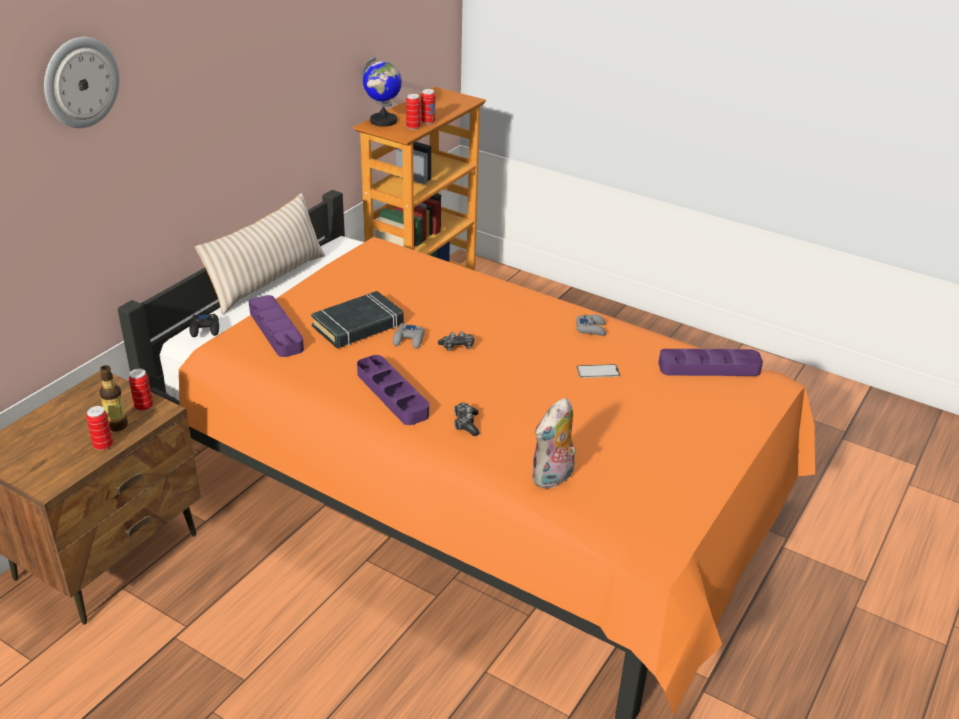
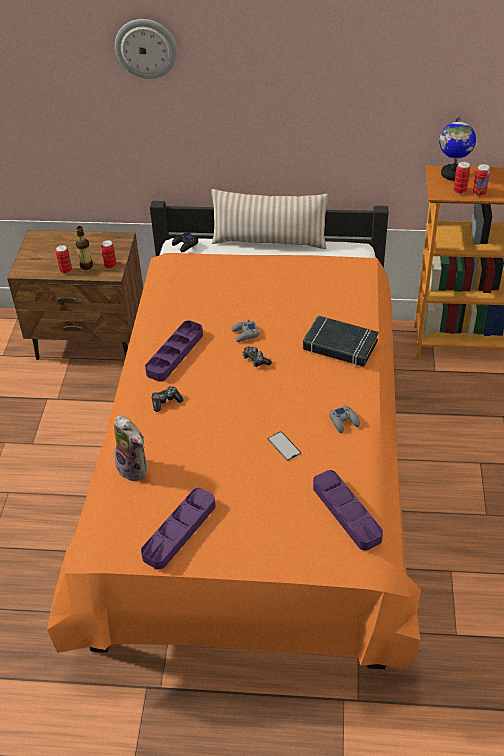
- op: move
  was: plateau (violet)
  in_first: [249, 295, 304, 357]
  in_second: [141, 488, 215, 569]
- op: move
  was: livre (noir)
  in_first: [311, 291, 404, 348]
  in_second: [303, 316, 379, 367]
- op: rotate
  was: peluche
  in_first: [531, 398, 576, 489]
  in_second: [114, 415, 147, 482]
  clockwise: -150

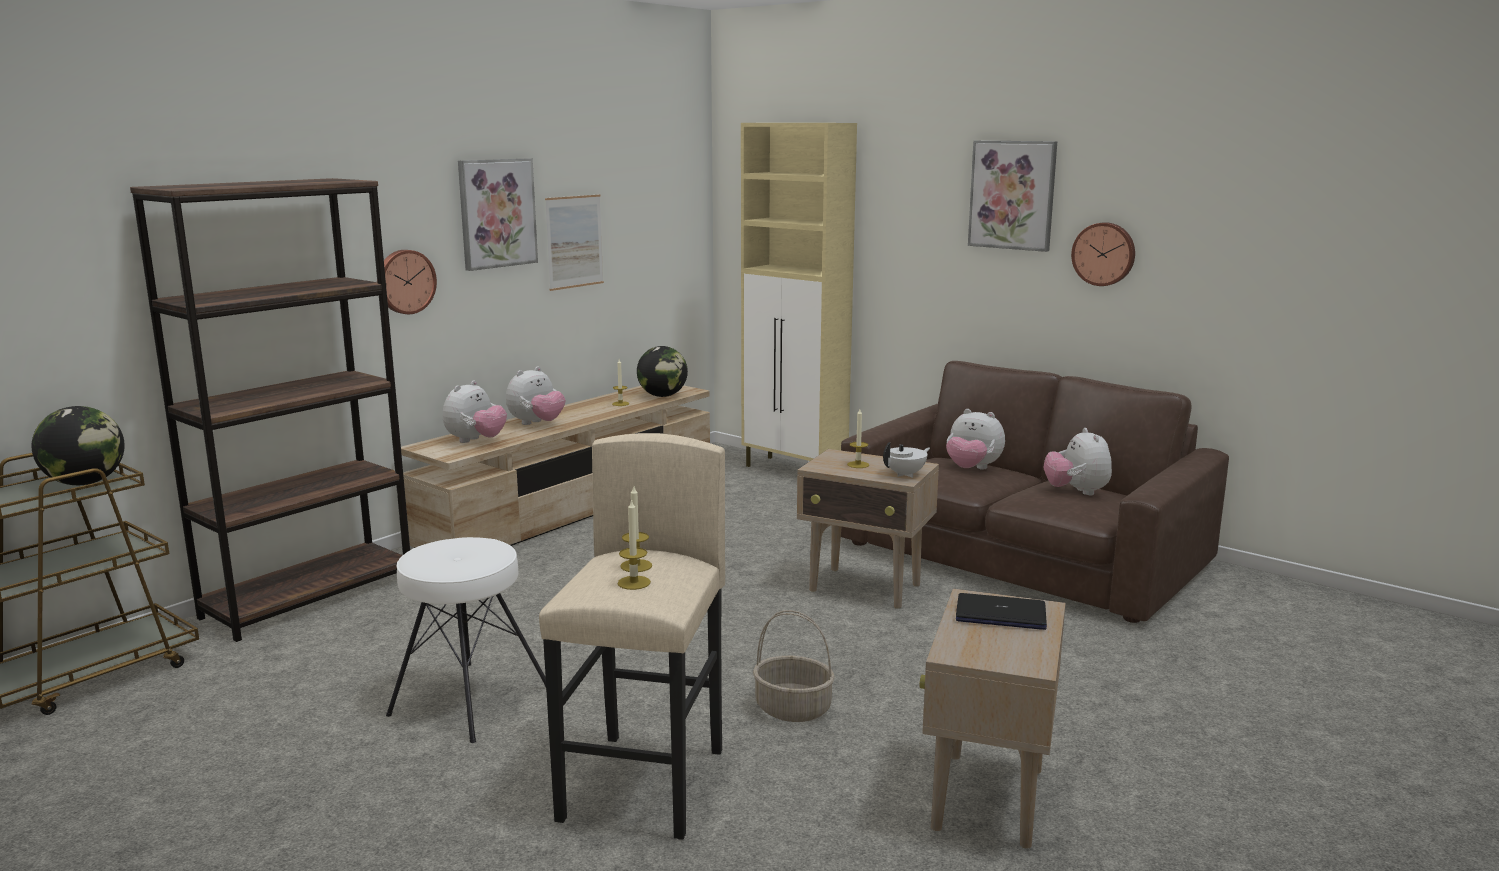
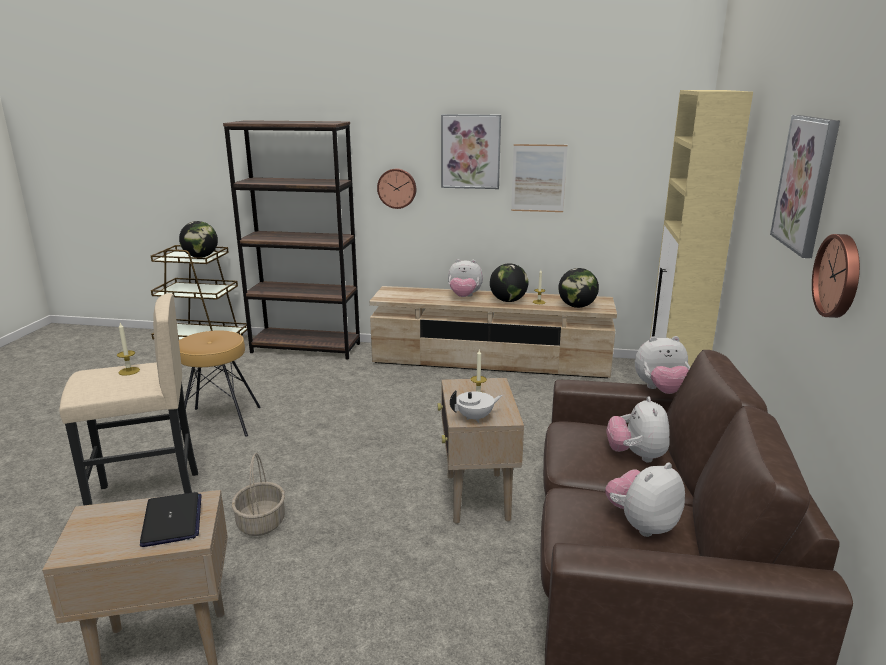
- op: recolor
  was: tabouret (blanc)
  now: tabouret (marron)
  in_first: [386, 537, 546, 743]
  in_second: [179, 330, 261, 437]
- op: move
  was: peluche
  in_first: [443, 381, 507, 443]
  in_second: [635, 336, 690, 394]
- op: delete
  was: bougie
  in_first: [617, 499, 651, 590]
- op: rotate
  was: théière (blanc)
  in_first: [883, 442, 930, 478]
  in_second: [450, 391, 503, 423]
  clockwise: -45
- op: insert
  now: globe
  in_second: [490, 263, 528, 302]

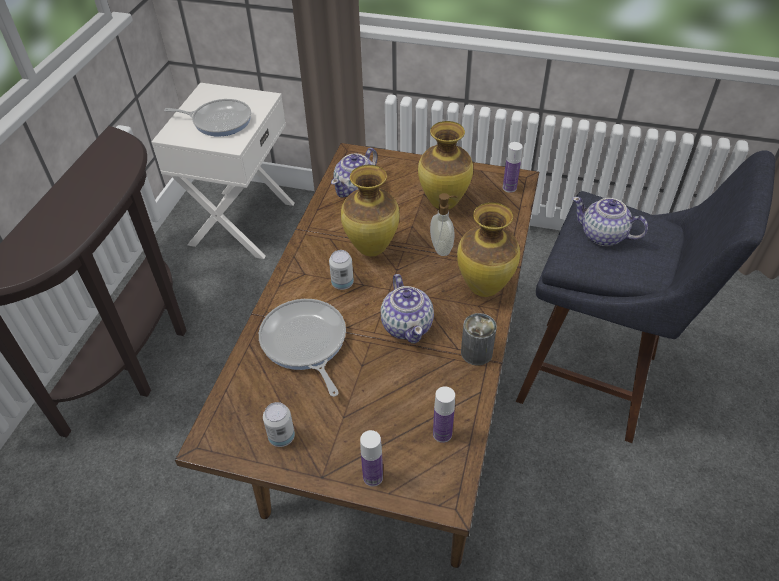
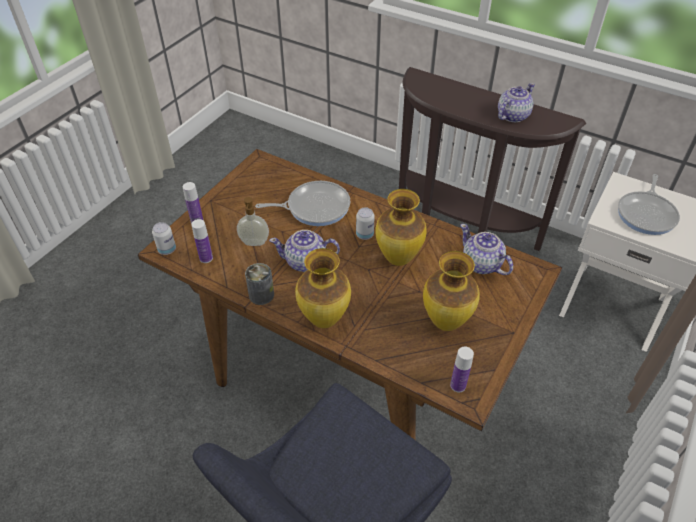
- op: move
  was: boîte métallique
  in_first: [263, 402, 295, 447]
  in_second: [152, 222, 176, 255]
- op: move
  was: distributeur de savon
  in_first: [430, 193, 457, 256]
  in_second: [237, 197, 269, 246]
- op: move
  was: théière
  in_first: [572, 197, 648, 246]
  in_second: [498, 83, 535, 122]

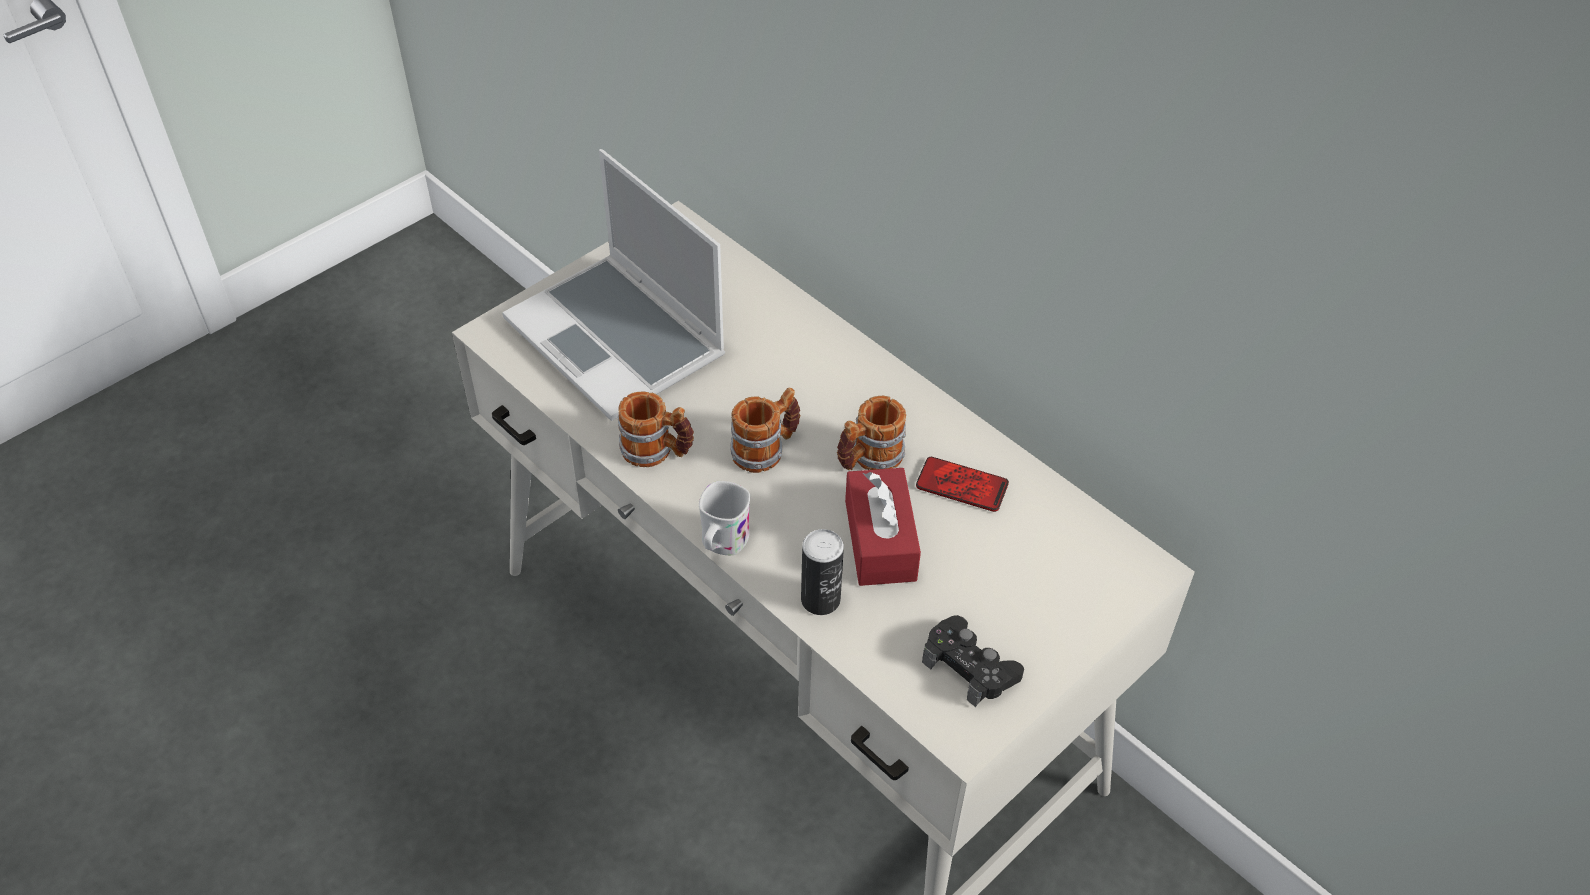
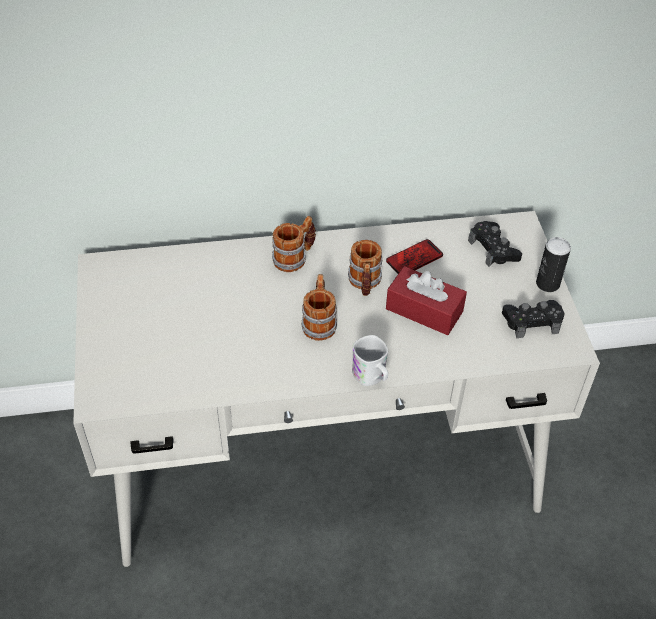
- op: delete
  was: ordinateur portable
  in_first: [502, 149, 725, 421]
- op: move
  was: mug
  in_first: [618, 392, 694, 467]
  in_second: [272, 216, 316, 272]
- op: move
  was: boîte métallique
  in_first: [801, 529, 844, 615]
  in_second: [536, 237, 571, 292]
- op: insert
  now: manette (noir)
  in_second: [468, 221, 522, 267]

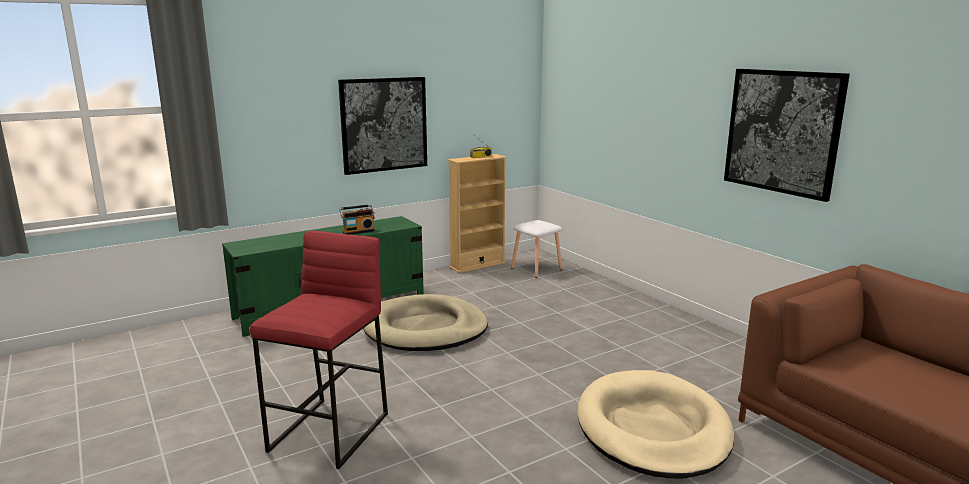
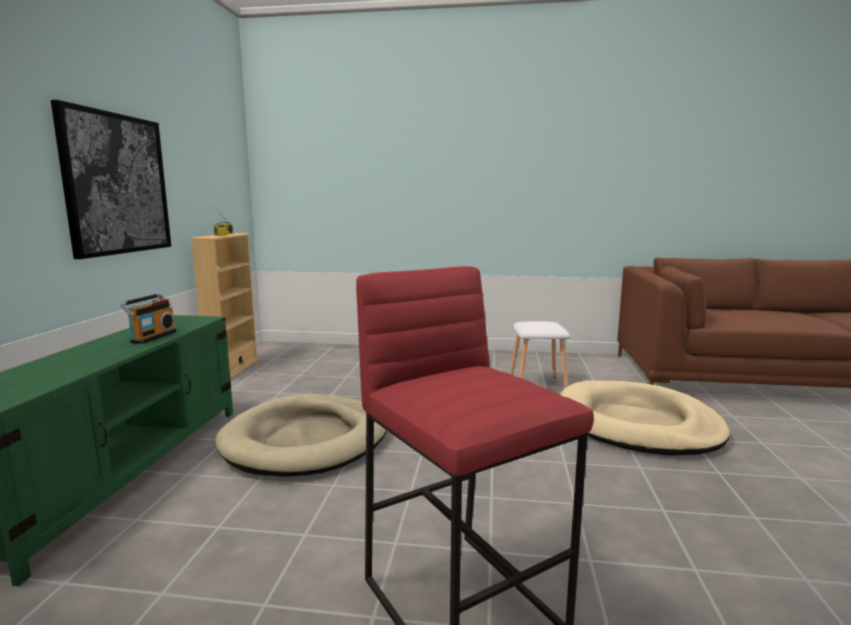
- op: move
  was: tabouret (blanc)
  in_first: [511, 220, 563, 278]
  in_second: [510, 321, 570, 388]
- op: delete
  was: tableau
  in_first: [724, 69, 850, 202]

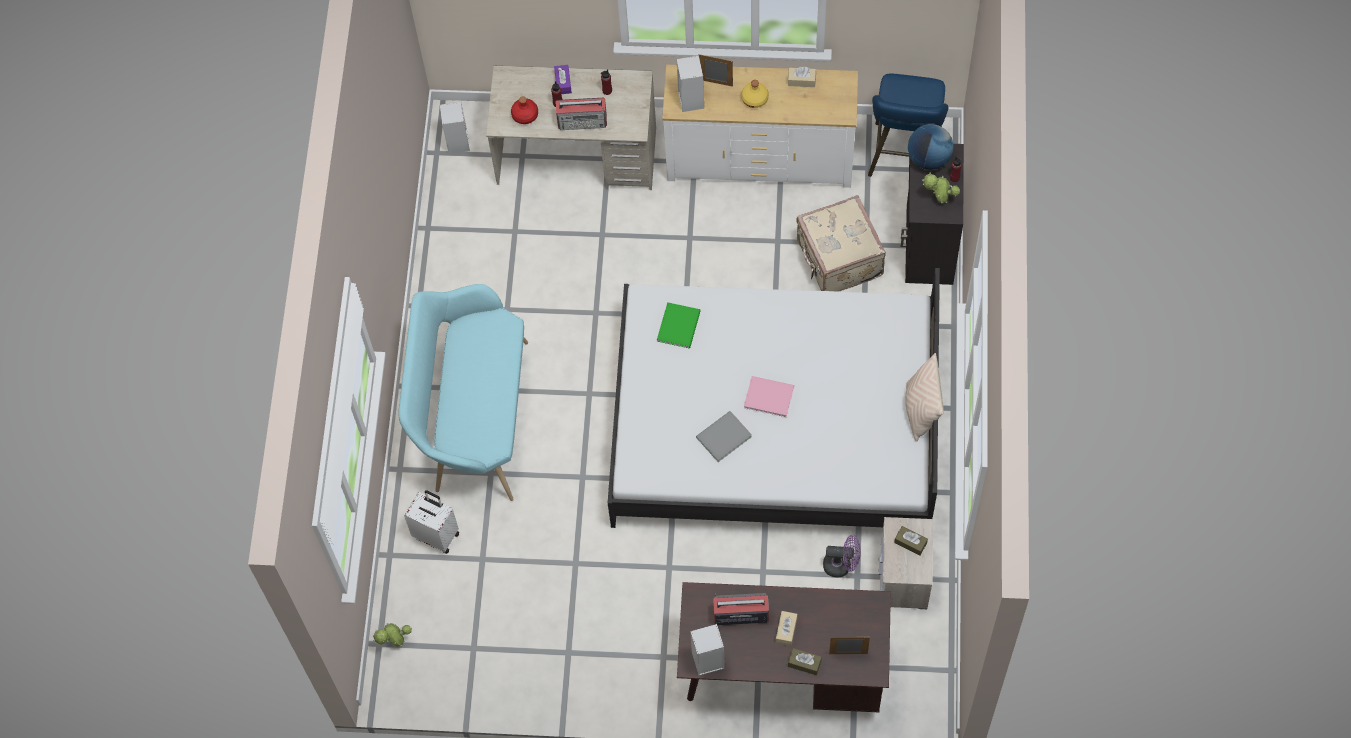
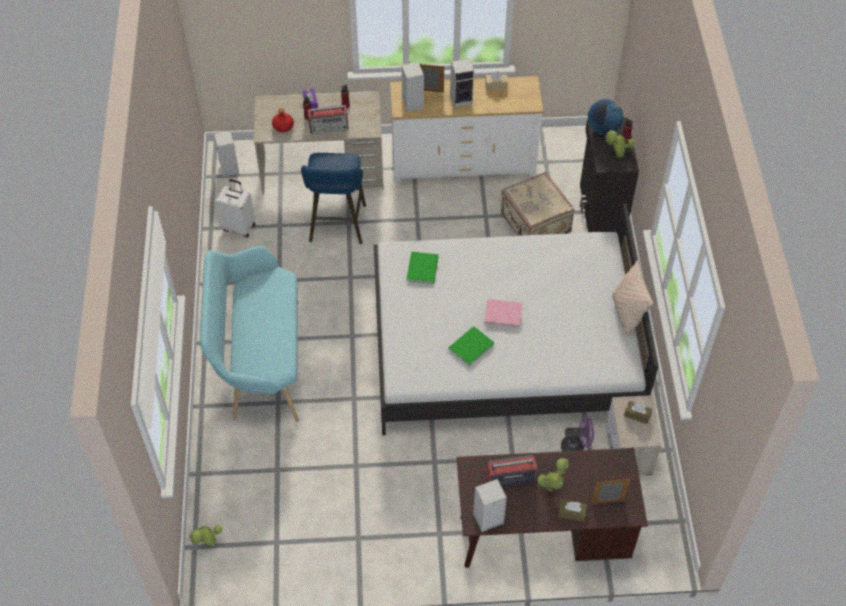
- op: move
  was: valise (blanc)
  in_first: [404, 490, 459, 554]
  in_second: [215, 179, 255, 238]
- op: recolor
  was: livre (gris)
  now: livre (vert)
  in_first: [696, 411, 752, 462]
  in_second: [449, 326, 495, 366]
- op: replace
  was: bouteille (jaune)
  now: enceinte
  in_first: [741, 80, 769, 108]
  in_second: [450, 58, 474, 108]
- op: replace
  was: boîte à mouchoirs (beige)
  now: plante en pot
  in_first: [776, 611, 797, 646]
  in_second: [538, 458, 569, 491]
- op: move
  was: tabouret (bleu)
  in_first: [868, 74, 948, 177]
  in_second: [301, 153, 366, 244]

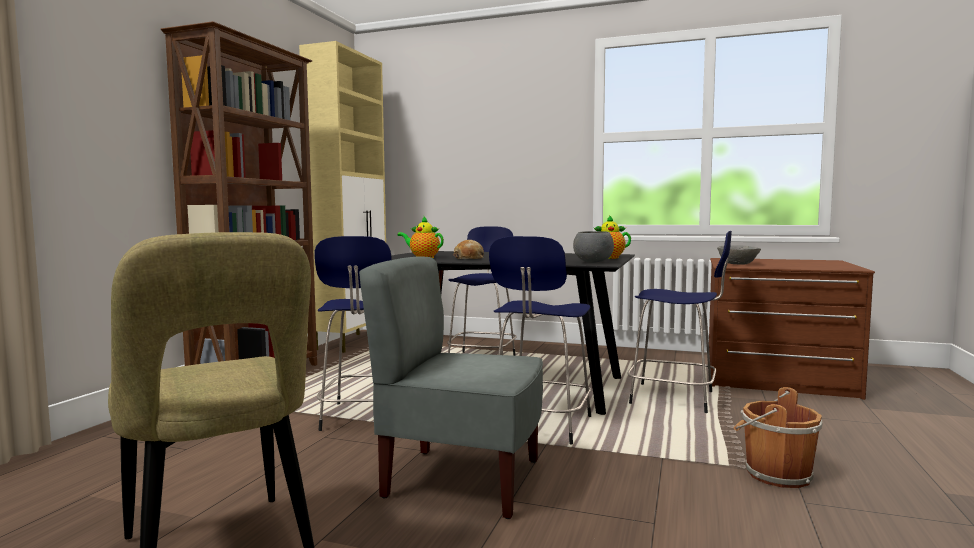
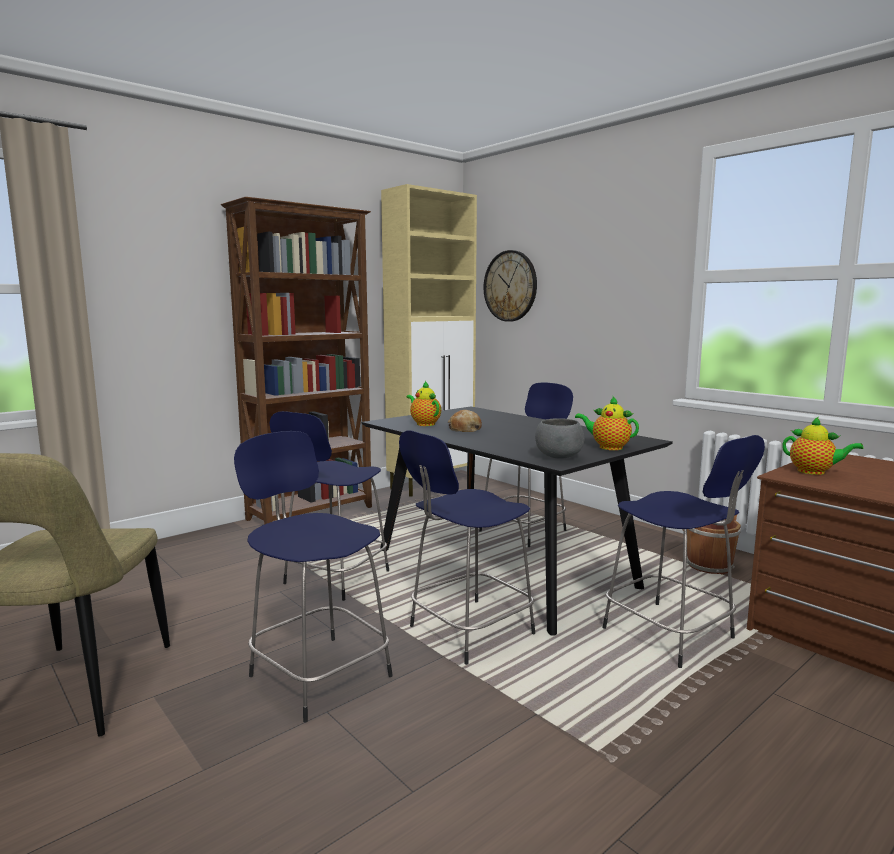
- op: replace
  was: chaise (gris)
  now: tabouret (bleu)
  in_first: [359, 257, 543, 519]
  in_second: [234, 431, 393, 723]
- op: replace
  was: bol (gris)
  now: théière
  in_first: [717, 246, 761, 265]
  in_second: [782, 417, 863, 475]
- op: move
  was: seau (marron)
  in_first: [734, 387, 823, 488]
  in_second: [682, 515, 741, 575]
- op: insert
  now: horloge murale
  in_second: [484, 250, 537, 322]

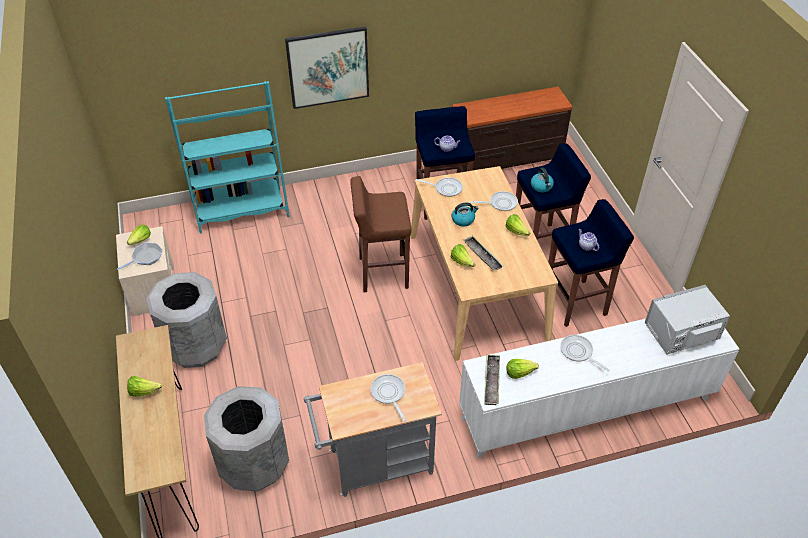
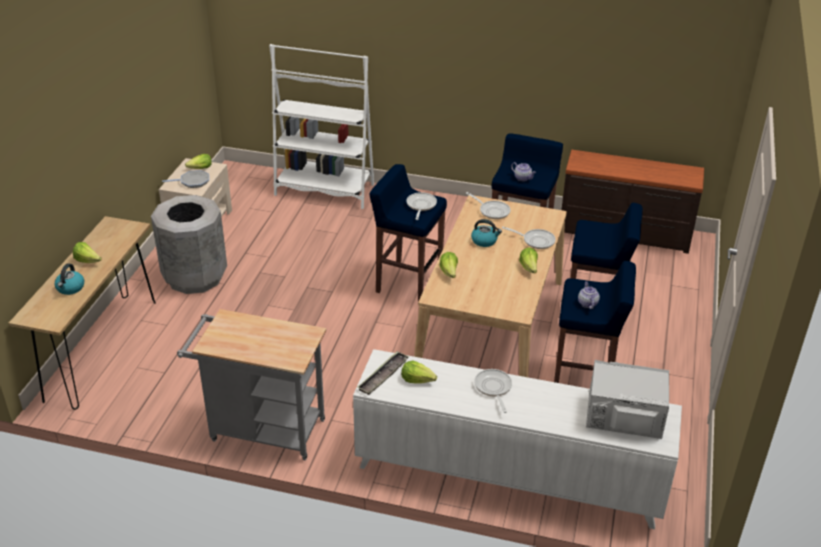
- op: recolor
  was: bibliothèque (turquoise)
  now: bibliothèque (blanc)
  in_first: [165, 81, 290, 234]
  in_second: [269, 44, 374, 209]
- op: delete
  was: poubelle (gris)
  in_first: [204, 386, 289, 491]
- op: delete
  was: tableau
  in_first: [285, 26, 369, 109]
- op: recolor
  was: tabouret (marron)
  now: tabouret (bleu)
  in_first: [350, 176, 411, 292]
  in_second: [369, 164, 447, 301]
- op: move
  was: poêle
  in_first: [370, 374, 406, 422]
  in_second: [406, 192, 437, 220]
- op: delete
  was: plateau
  in_first: [464, 235, 504, 270]
- op: move
  was: bouilloire
  in_first: [531, 167, 554, 192]
  in_second: [55, 263, 84, 295]

